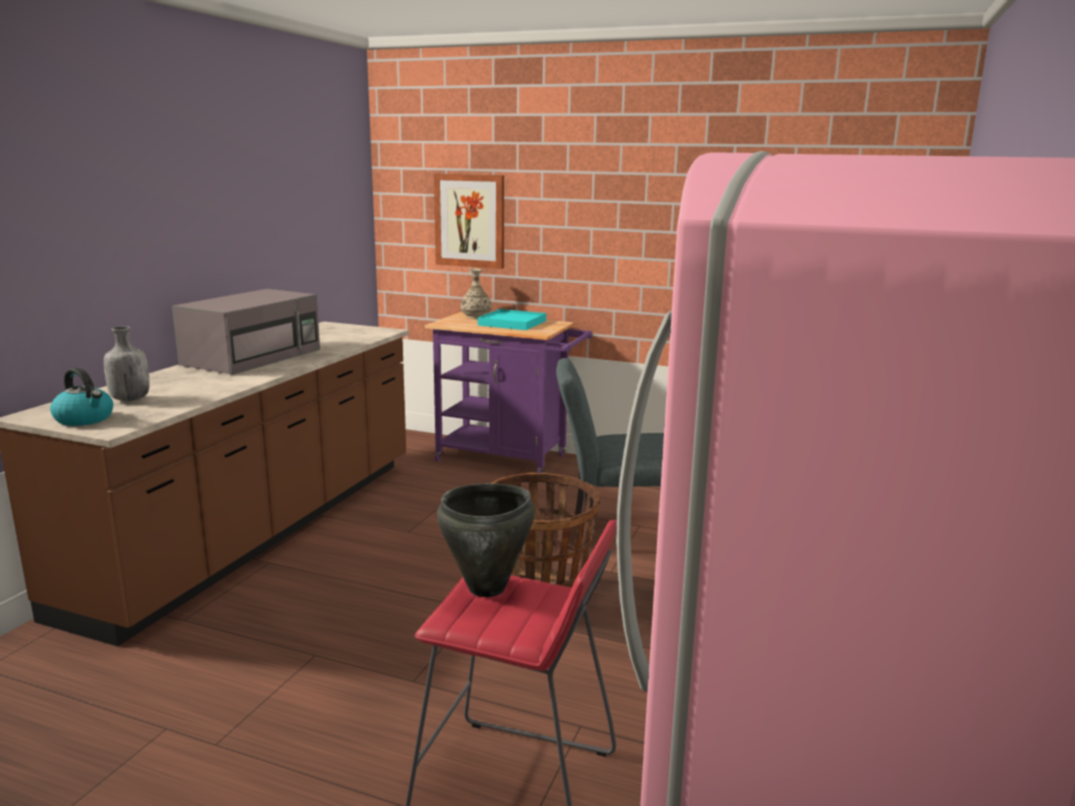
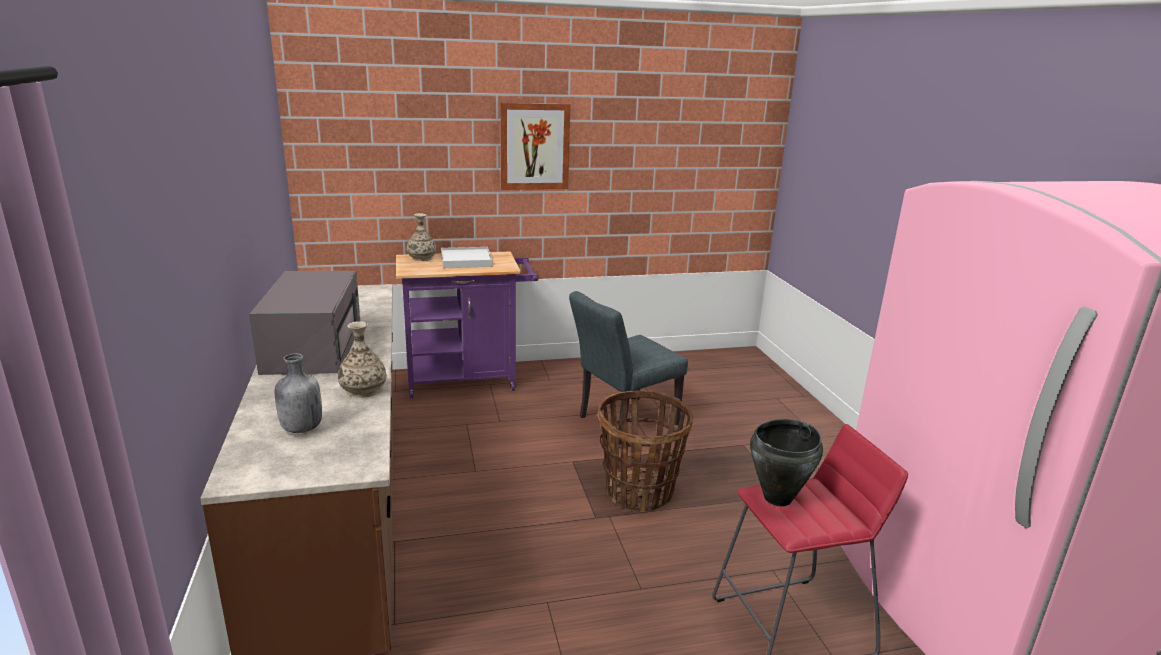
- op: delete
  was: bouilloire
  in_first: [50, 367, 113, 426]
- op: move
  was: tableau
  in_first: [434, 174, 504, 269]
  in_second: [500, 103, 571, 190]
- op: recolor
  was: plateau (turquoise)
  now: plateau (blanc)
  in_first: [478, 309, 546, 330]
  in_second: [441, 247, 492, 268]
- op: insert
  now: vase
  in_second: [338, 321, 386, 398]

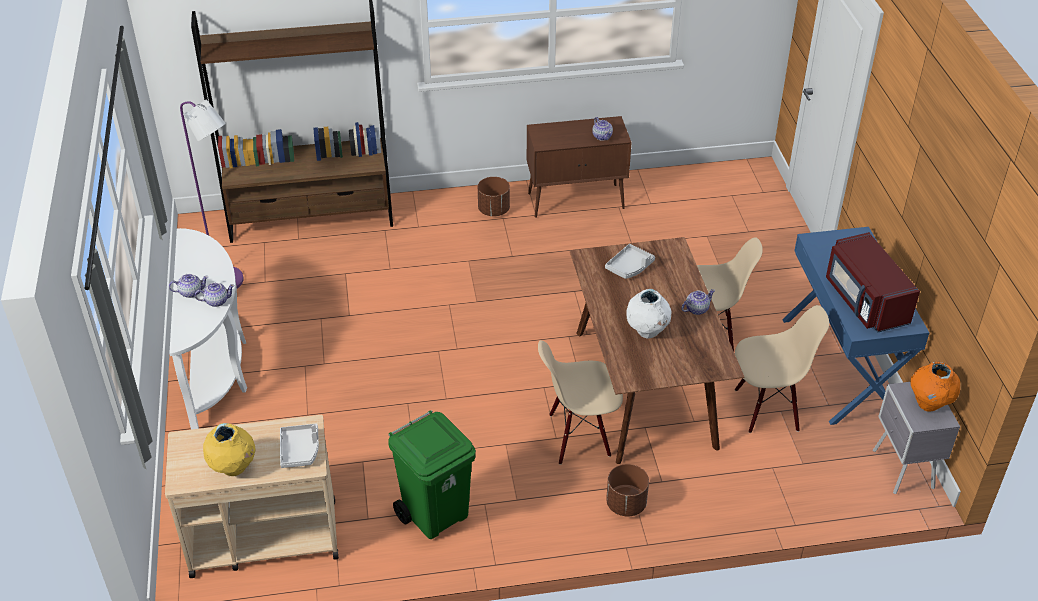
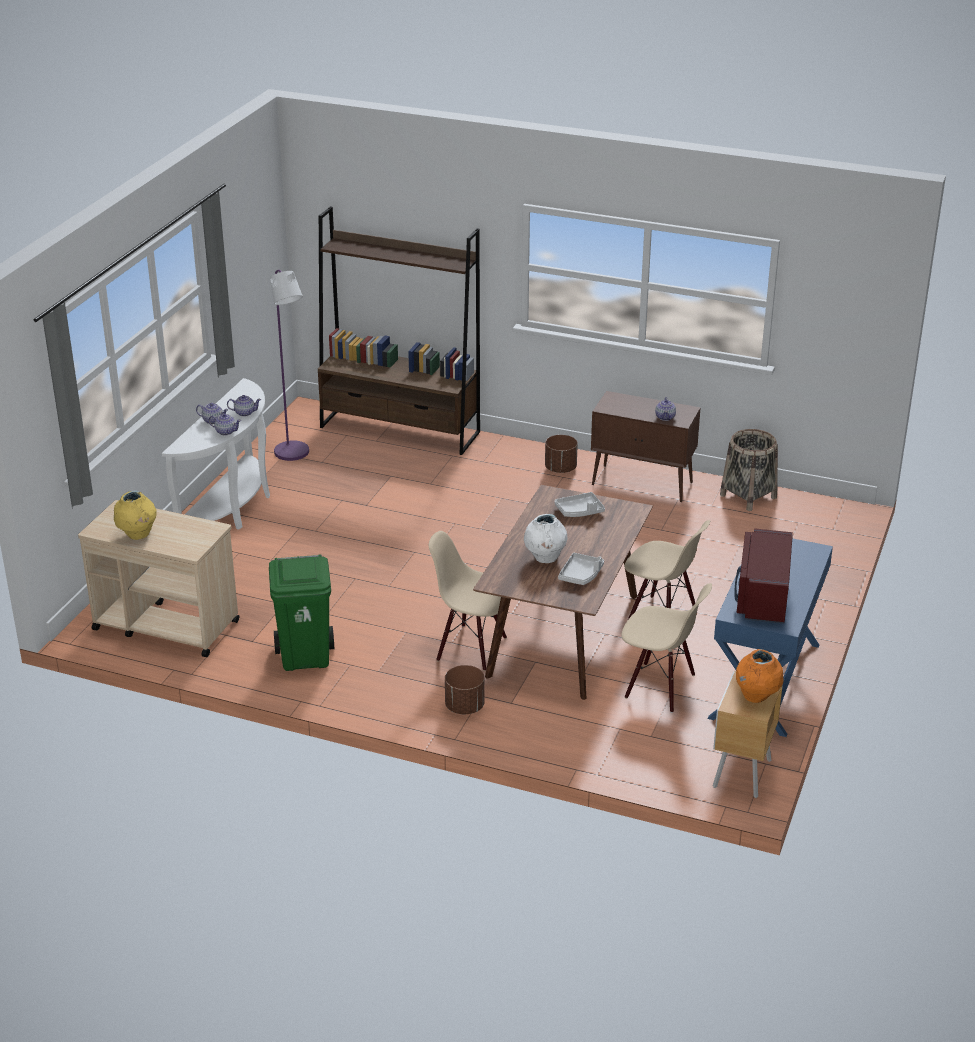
- op: move
  was: plateau (gris)
  in_first: [280, 424, 319, 468]
  in_second: [558, 553, 604, 585]
- op: move
  was: théière
  in_first: [682, 289, 715, 315]
  in_second: [227, 395, 261, 417]
- op: recolor
  was: table de chevet (gris)
  now: table de chevet (marron)
  in_first: [873, 382, 960, 494]
  in_second: [713, 671, 783, 798]
- op: insert
  now: panier
  in_second: [720, 429, 778, 511]

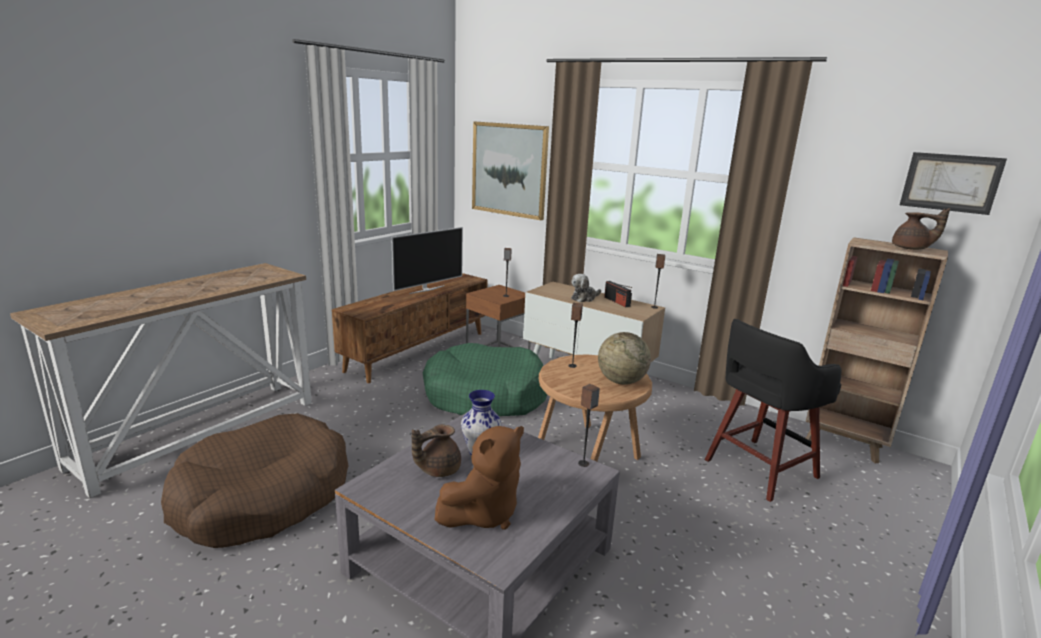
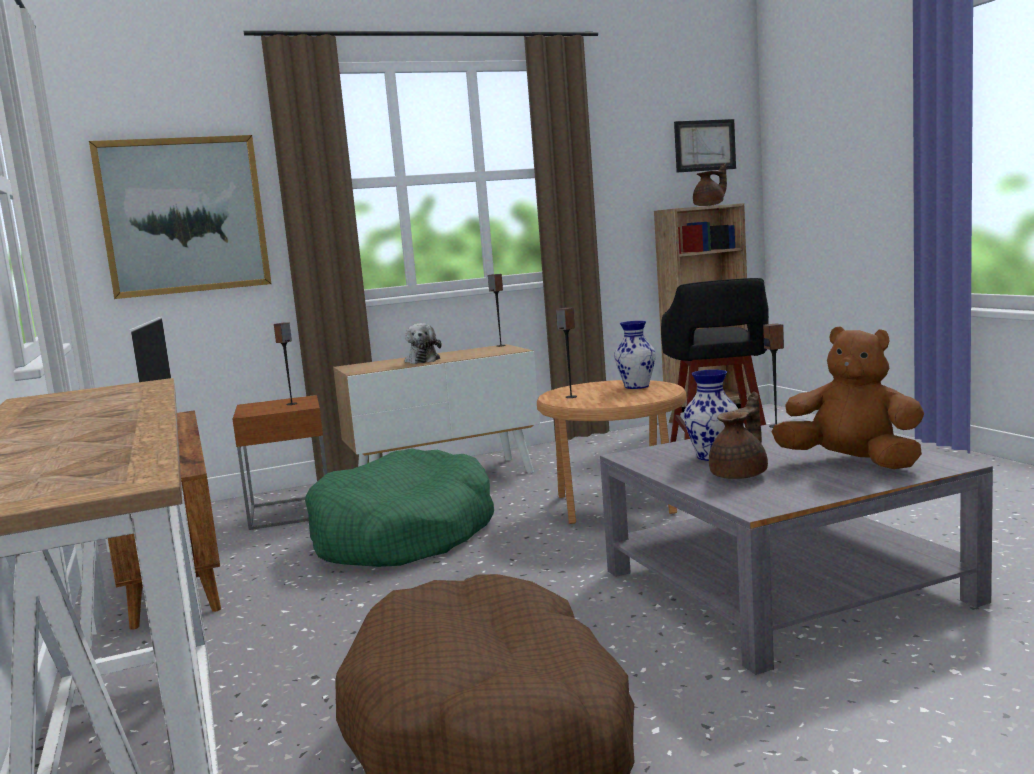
- op: rotate
  was: théière (marron)
  in_first: [412, 424, 461, 477]
  in_second: [709, 392, 768, 479]
  clockwise: -135
- op: rotate
  was: peluche (marron)
  in_first: [435, 426, 524, 530]
  in_second: [771, 326, 924, 469]
  clockwise: -45
- op: replace
  was: globe
  now: vase
  in_first: [598, 332, 651, 385]
  in_second: [614, 321, 656, 389]
- op: delete
  was: radio
  in_first: [604, 281, 632, 307]

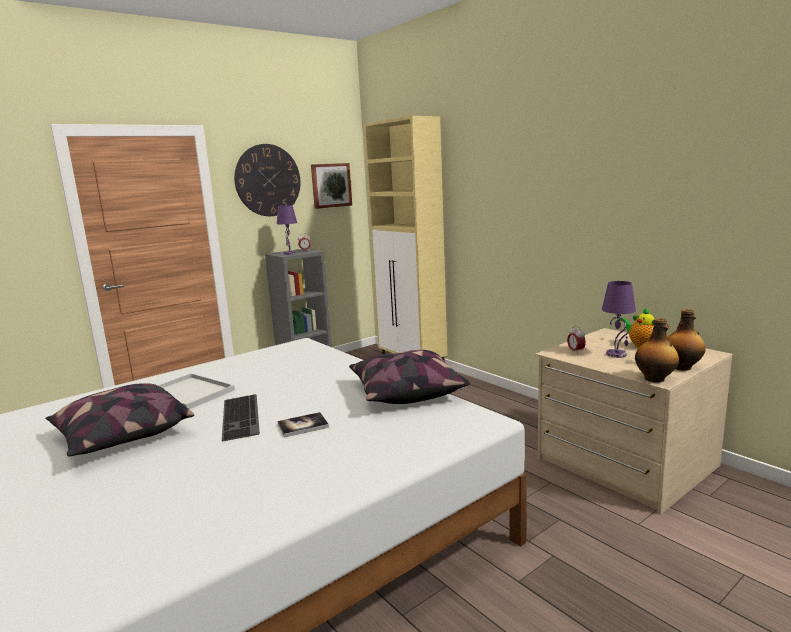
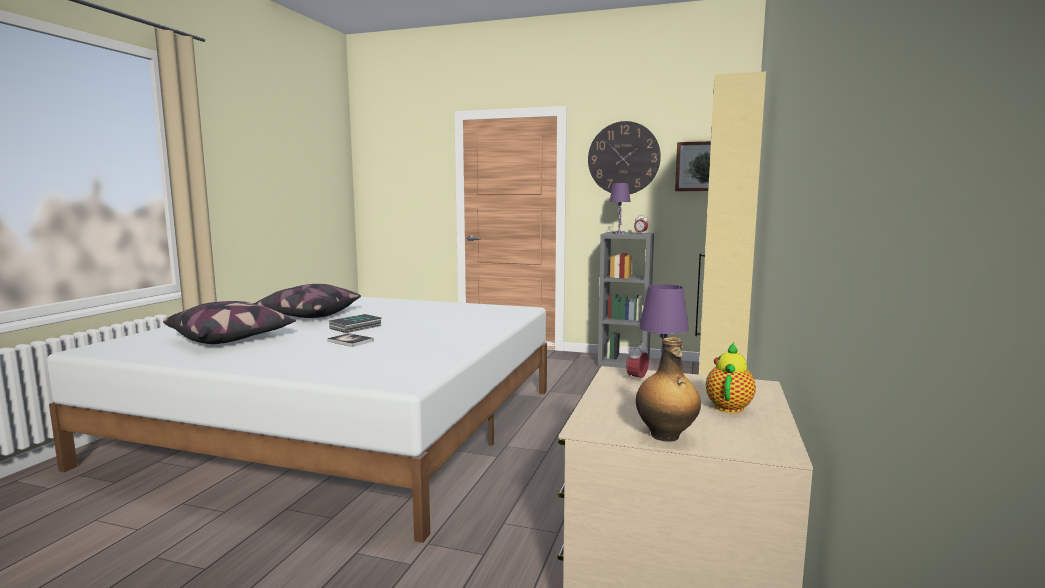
- op: delete
  was: plateau (blanc)
  in_first: [158, 373, 235, 409]
- op: replace
  was: clavier
  now: livre
  in_first: [222, 394, 260, 441]
  in_second: [329, 314, 382, 333]
- op: move
  was: coussin
  in_first: [349, 350, 470, 404]
  in_second: [163, 301, 296, 344]
- op: delete
  was: bouteille
  in_first: [635, 318, 679, 383]

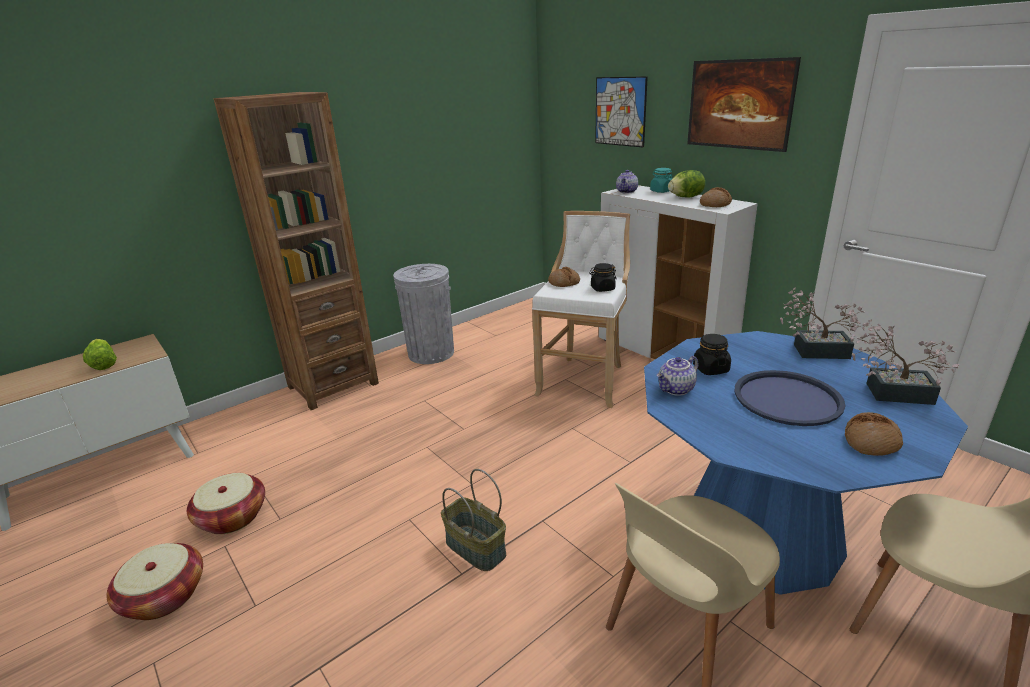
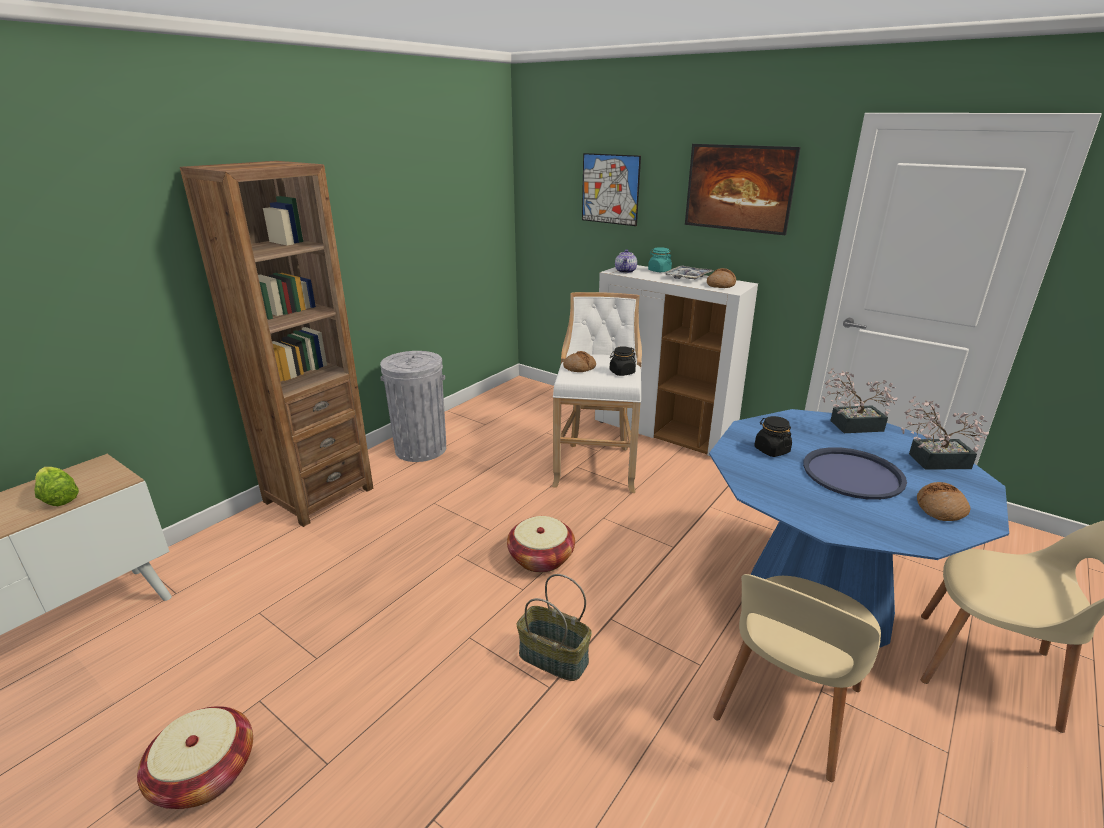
- op: move
  was: panier
  in_first: [187, 473, 265, 534]
  in_second: [507, 516, 575, 573]
- op: delete
  was: théière
  in_first: [656, 356, 698, 396]
- op: replace
  was: laitue
  now: plateau
  in_first: [668, 170, 705, 197]
  in_second: [664, 266, 713, 279]

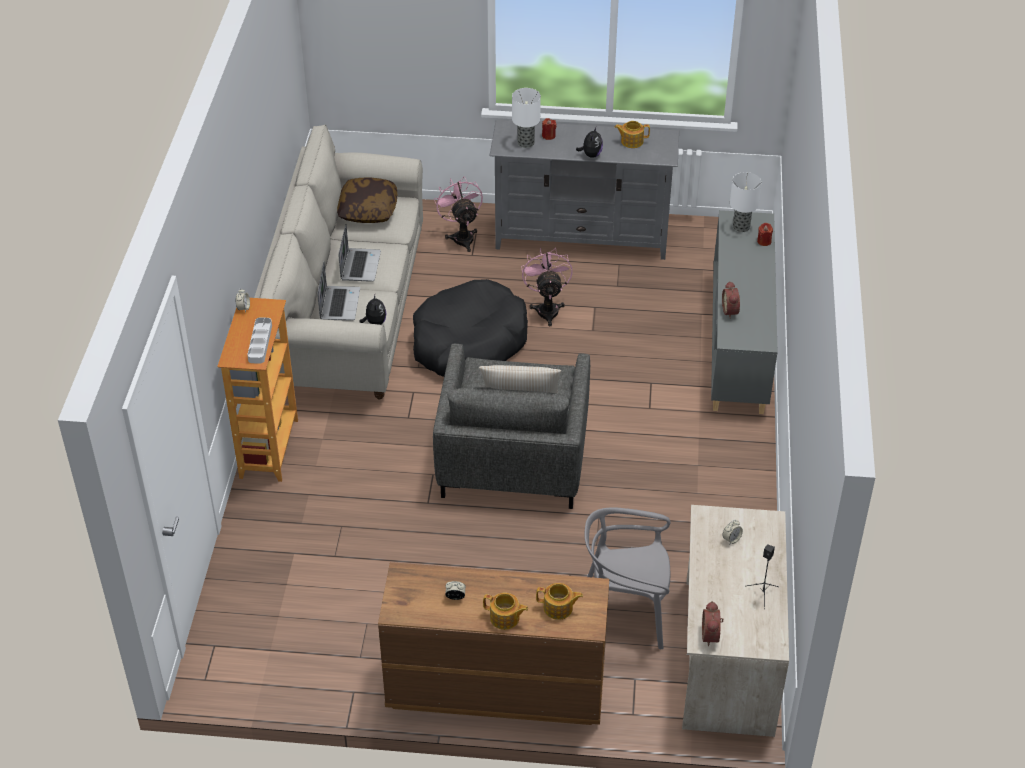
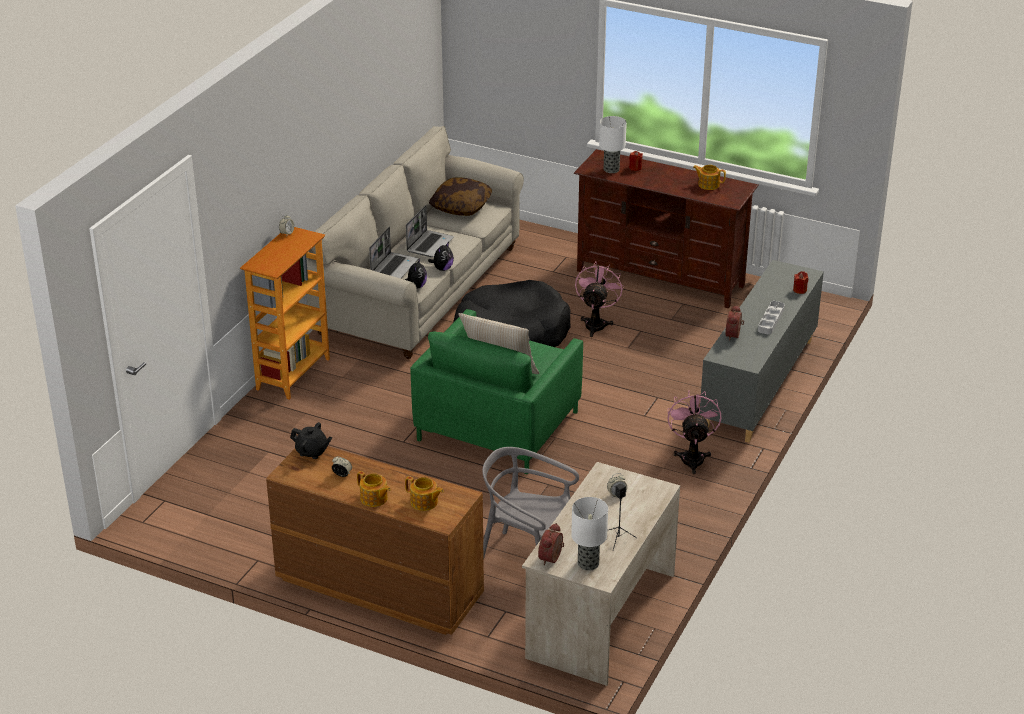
- op: move
  was: plateau (gris)
  in_first: [247, 317, 272, 364]
  in_second: [758, 301, 785, 334]
- op: recolor
  was: fauteuil (gris)
  now: fauteuil (vert)
  in_first: [433, 344, 590, 509]
  in_second: [410, 309, 583, 474]
- op: move
  was: ventilateur (rose)
  in_first: [434, 176, 483, 252]
  in_second: [668, 390, 721, 474]
- op: recolor
  was: meuble télé (gris)
  now: meuble télé (marron)
  in_first: [489, 120, 679, 260]
  in_second: [574, 149, 759, 308]
- op: move
  was: peluche
  in_first: [576, 127, 603, 158]
  in_second: [428, 242, 454, 271]
- op: move
  was: lampe de table
  in_first: [730, 172, 762, 232]
  in_second: [571, 497, 608, 571]
- op: insert
  now: théière (noir)
  in_second: [290, 422, 332, 459]

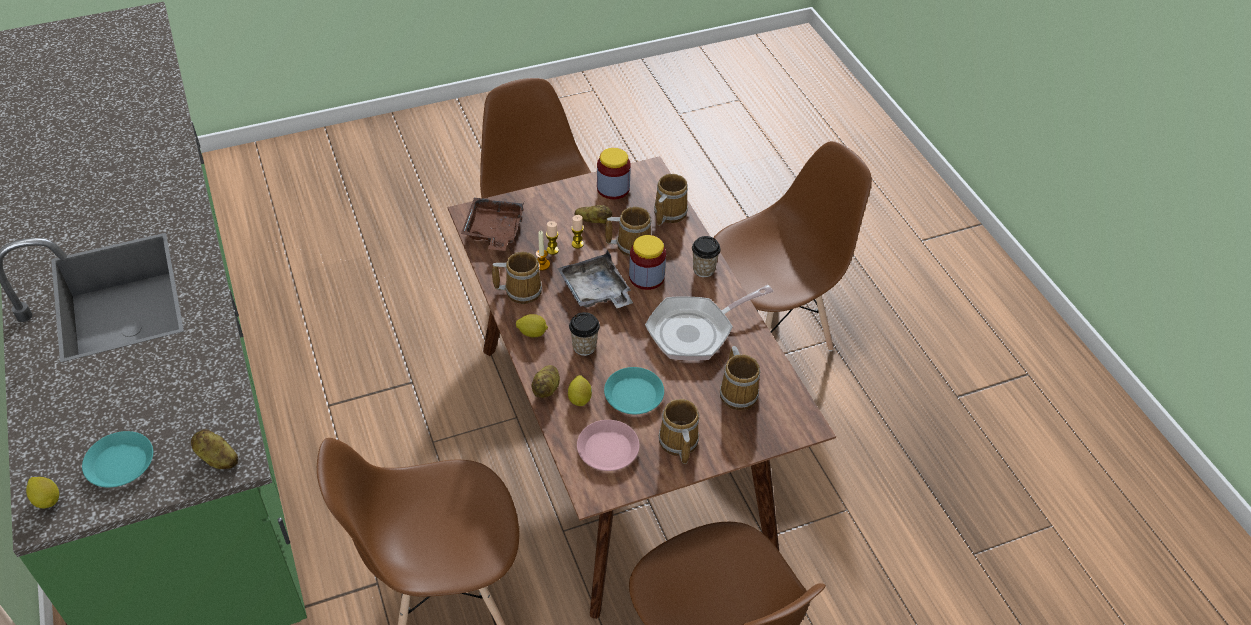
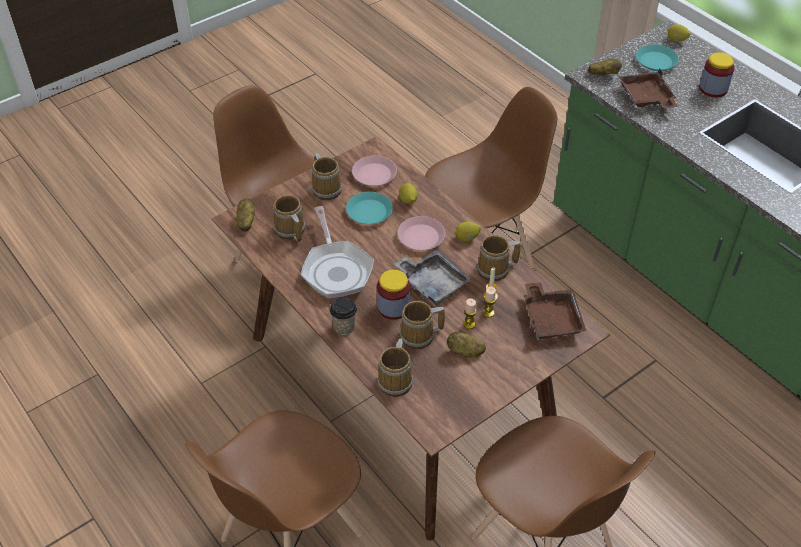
- op: move
  was: pomme de terre
  in_first: [532, 365, 560, 398]
  in_second: [236, 198, 255, 232]
- op: replace
  was: tasse
  now: assiette (rose)
  in_first: [569, 312, 600, 356]
  in_second: [398, 216, 445, 250]
- op: move
  was: bocal
  in_first: [597, 148, 631, 199]
  in_second: [699, 52, 735, 97]
- op: rotate
  was: poêle
  in_first: [645, 285, 773, 360]
  in_second: [301, 206, 374, 298]
  clockwise: 120
- op: insert
  now: plateau (marron)
  in_second: [619, 69, 678, 109]

